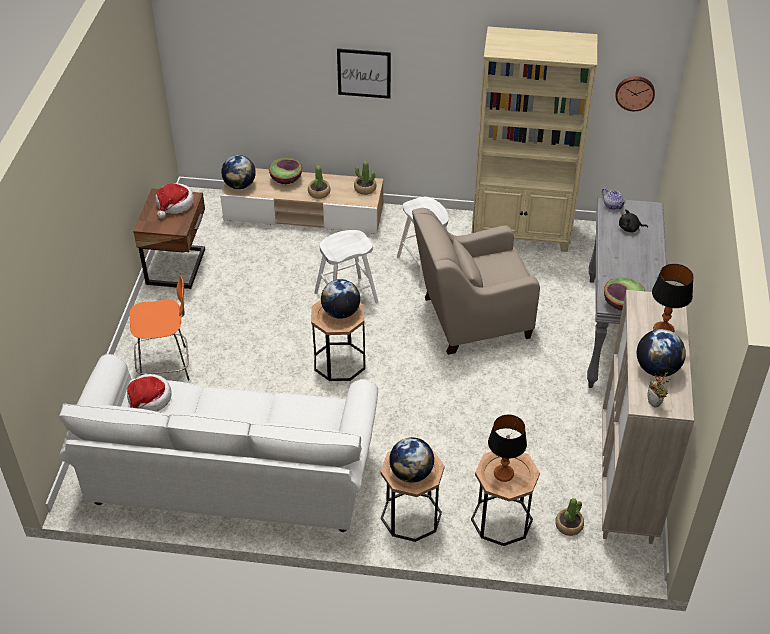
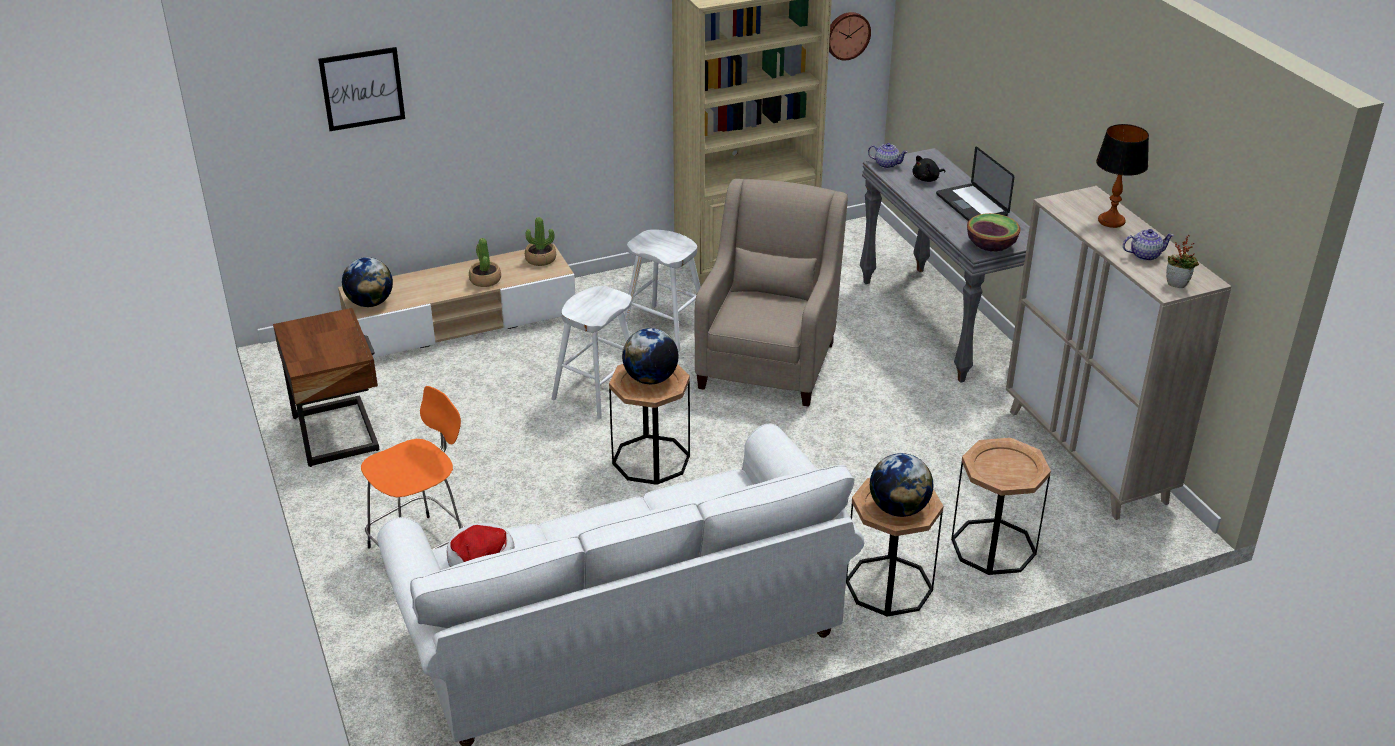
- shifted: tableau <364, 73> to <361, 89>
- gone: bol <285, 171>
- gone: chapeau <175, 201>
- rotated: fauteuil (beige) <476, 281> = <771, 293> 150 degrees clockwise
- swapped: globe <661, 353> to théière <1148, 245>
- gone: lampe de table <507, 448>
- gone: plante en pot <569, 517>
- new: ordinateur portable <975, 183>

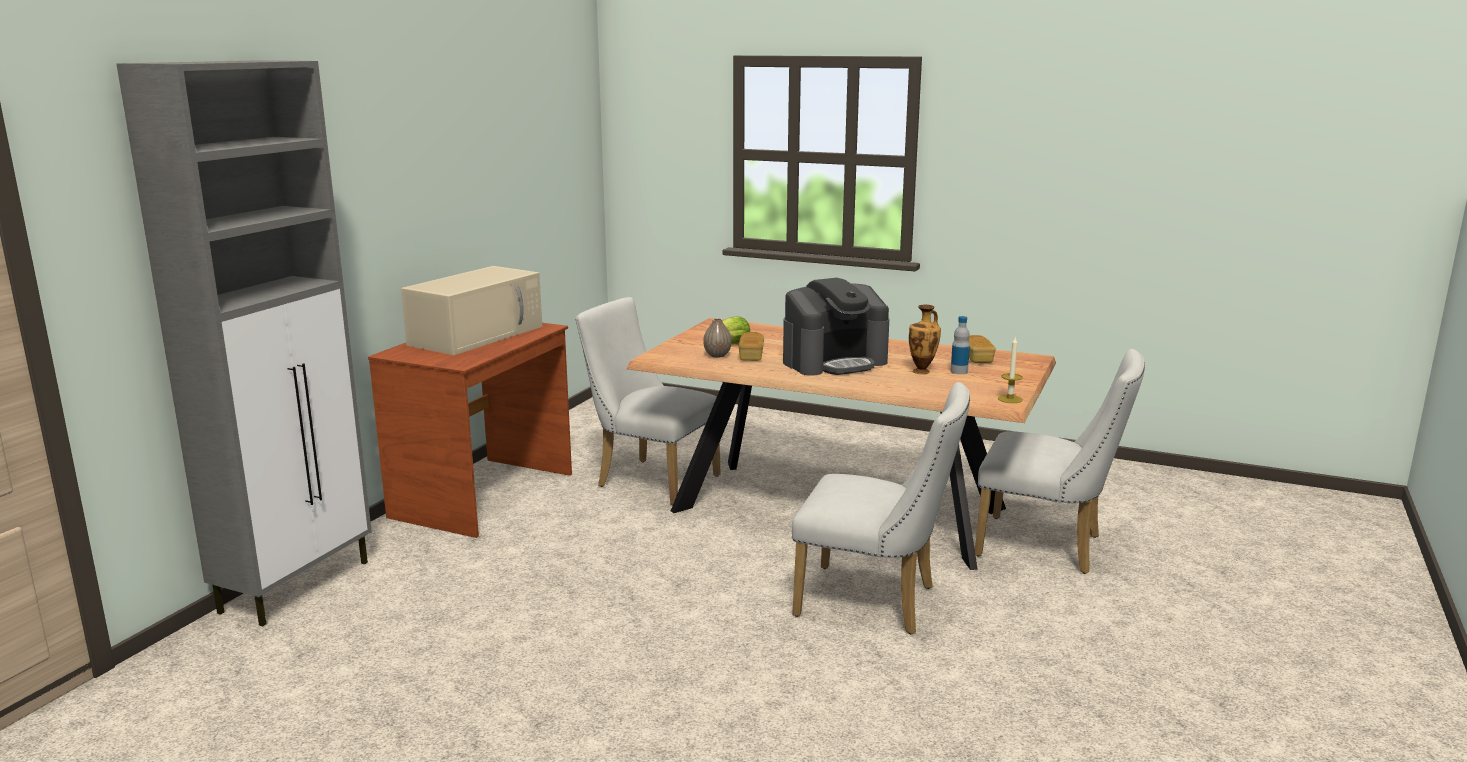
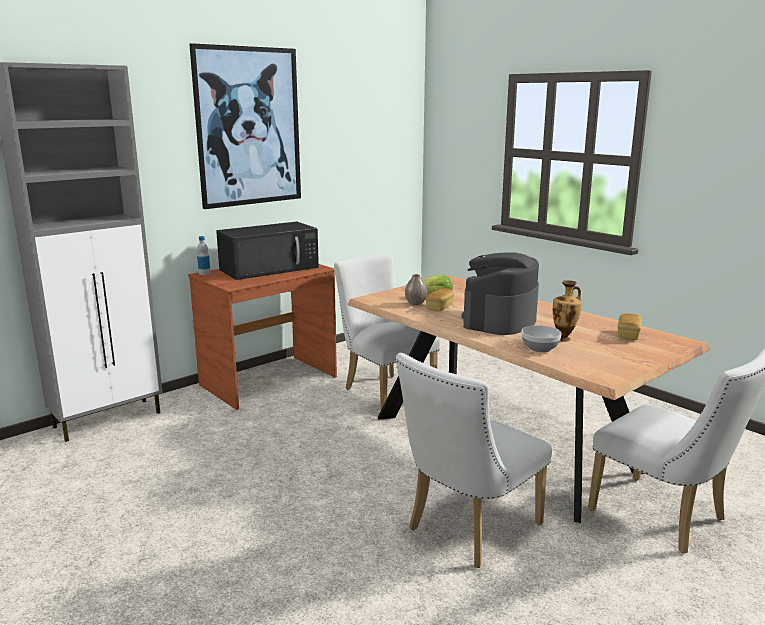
- repainted: micro-ondes (beige) <471, 310> to micro-ondes (noir) <267, 251>
- rotated: machine à café <836, 327> = <500, 293> 120 degrees clockwise
- shifted: bouteille <960, 345> to <203, 255>
- gone: bougie <1010, 369>
- rotated: chaise (blanc) <881, 508> = <473, 460> 90 degrees clockwise
- new: tableau <245, 126>
- new: bol <542, 338>

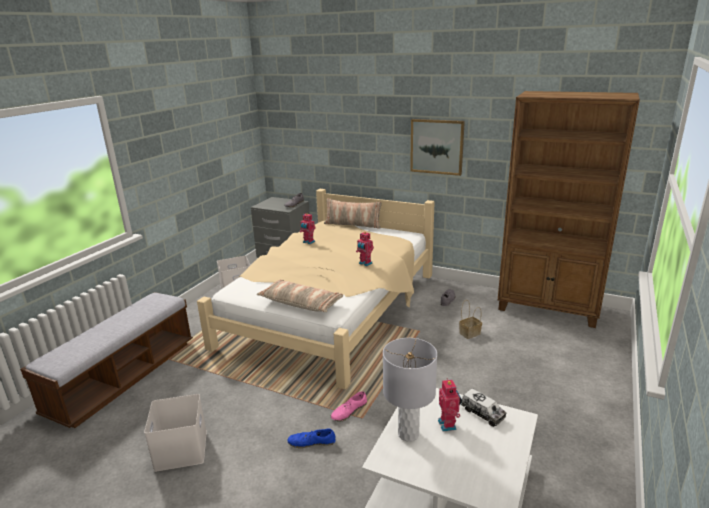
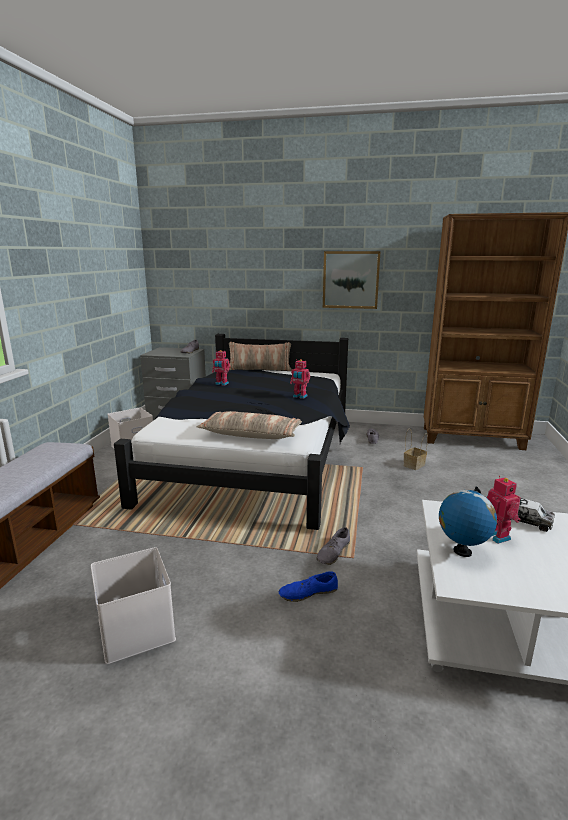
- repainted: lit (beige) <316, 289> to lit (noir) <232, 432>
- swapped: lampe de table (gris) <410, 390> to globe <468, 521>
- repainted: chaussure (rose) <349, 406> to chaussure (gris) <333, 546>

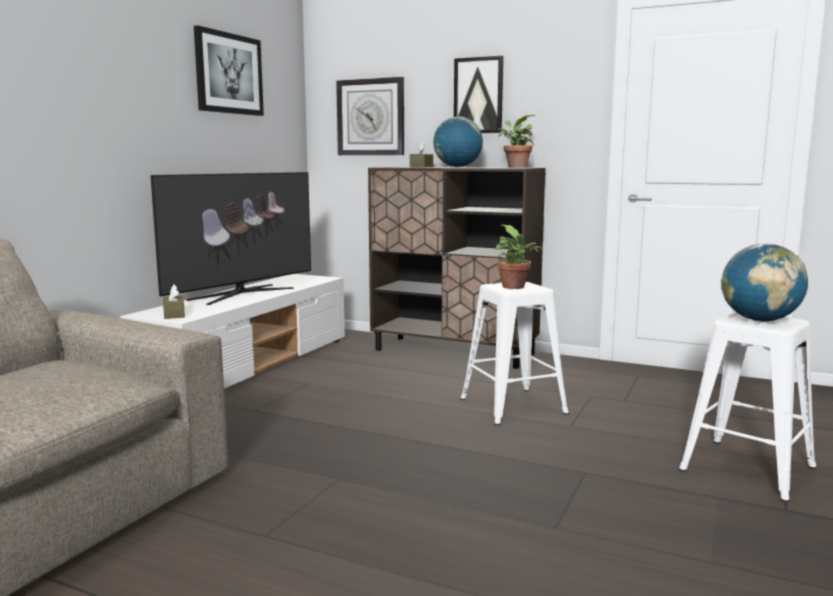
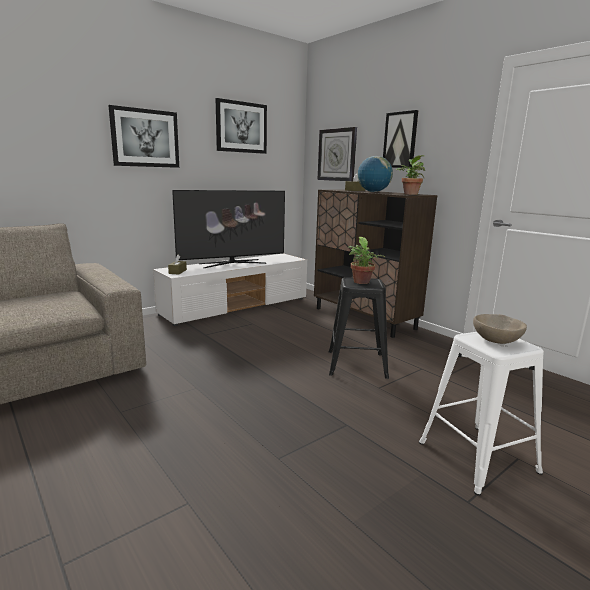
- swapped: globe <764, 283> to bol (beige) <500, 329>
- repainted: tabouret (blanc) <514, 353> to tabouret (noir) <359, 328>
- new: tableau <143, 136>

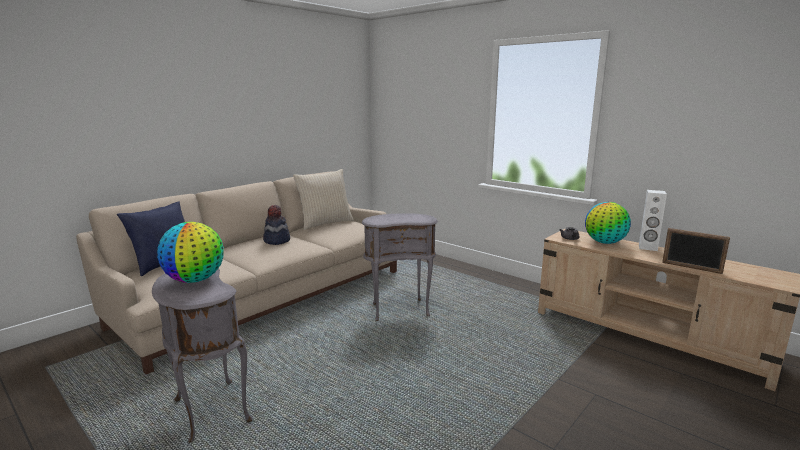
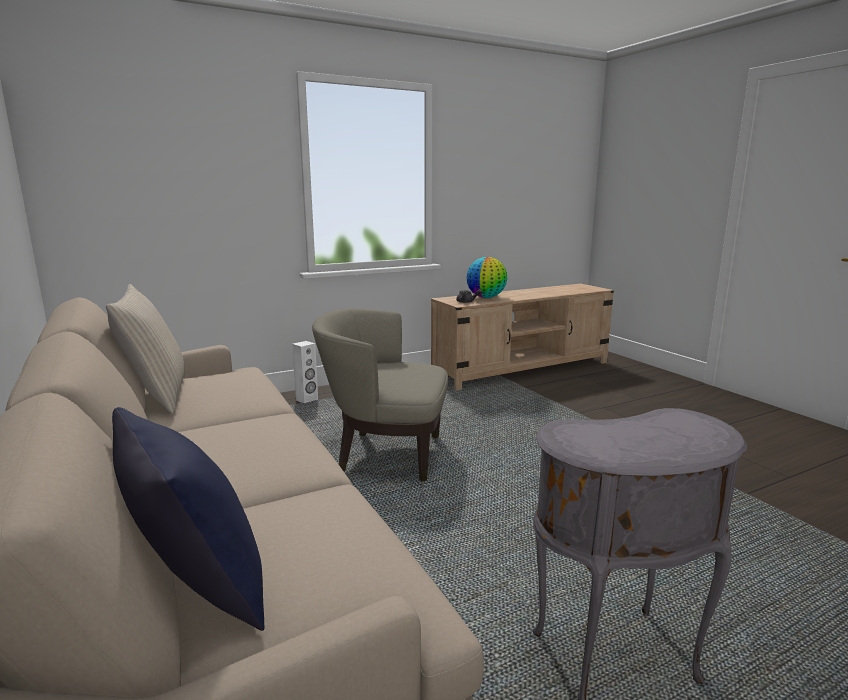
- shifted: enceinte (blanc) <653, 220> to <305, 372>
- gone: chapeau <276, 225>
- swapped: table d'appoint (gris) <400, 267> to fauteuil (beige) <380, 395>
- gone: globe <190, 252>
- gone: cadre photo <696, 251>

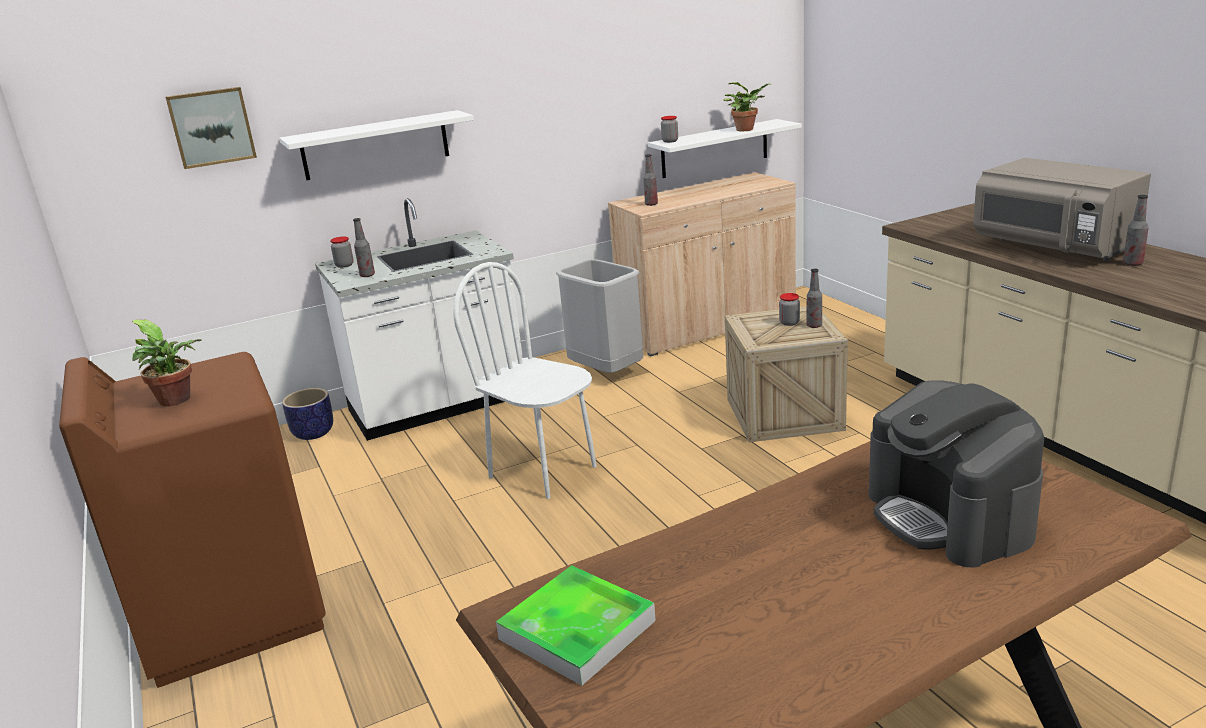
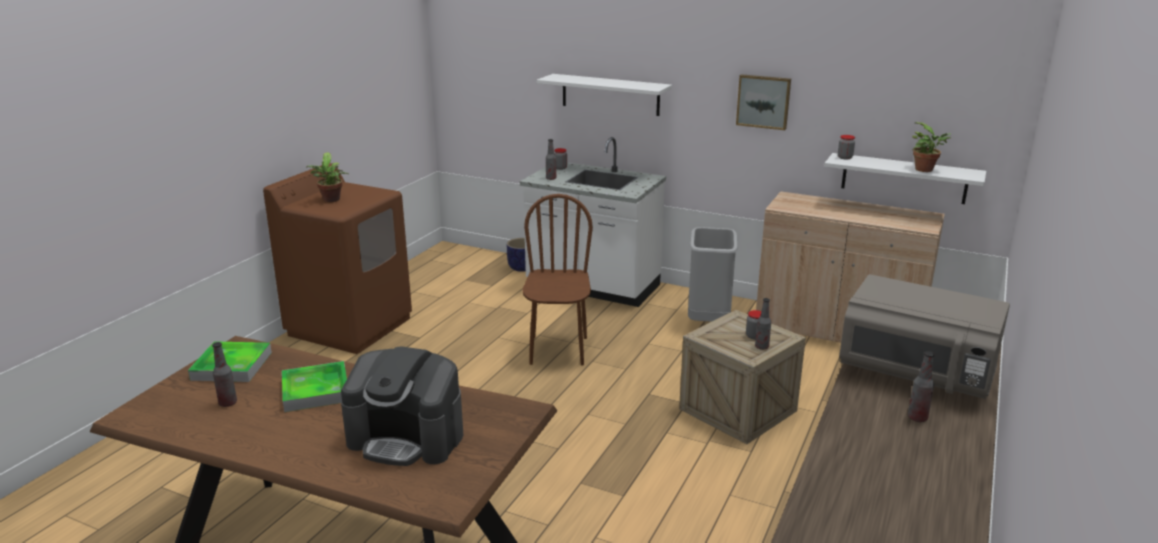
- shifted: tableau <211, 128> to <763, 102>
- shifted: bouteille <650, 180> to <224, 374>
- rotated: micro-ondes (gris) <1062, 209> = <924, 336> 75 degrees counterclockwise
- repainted: chaise (blanc) <525, 380> to chaise (marron) <557, 280>
- rotated: machine à café <956, 474> = <402, 406> 105 degrees counterclockwise
- new: plateau <314, 386>

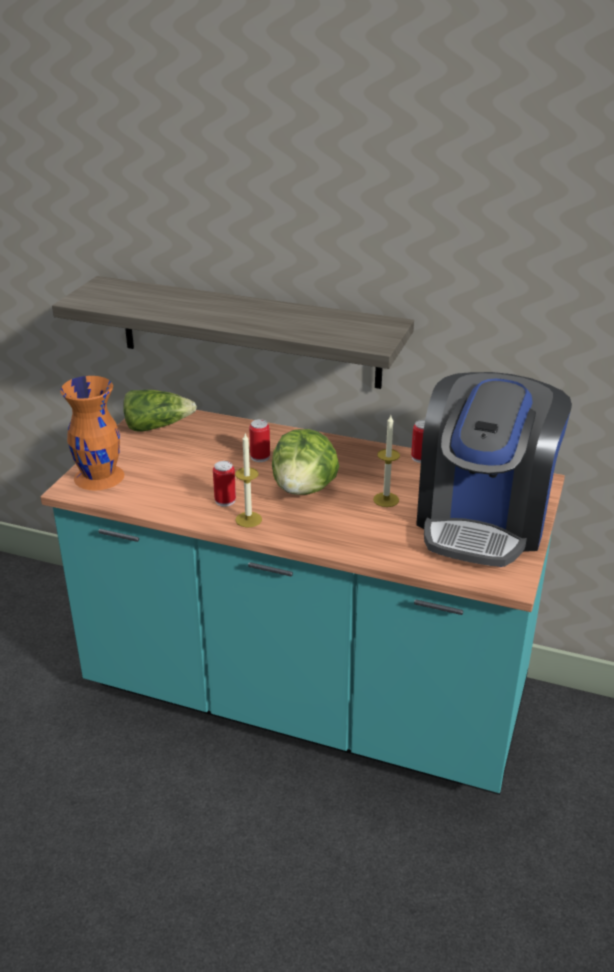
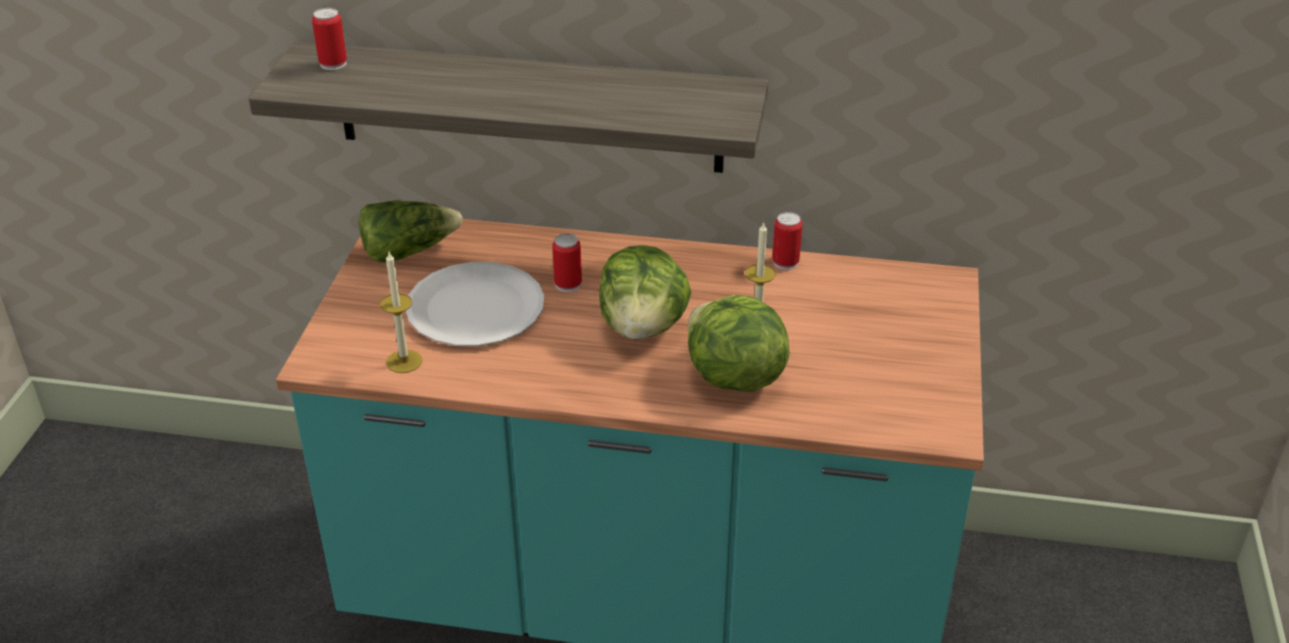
- gone: machine à café <494, 469>
- gone: vase (orange) <92, 433>
- shifted: bougie <248, 480> to <401, 312>
- shifted: boîte métallique <224, 484> to <329, 39>
- new: assiette (blanc) <475, 304>
- new: laitue <739, 343>

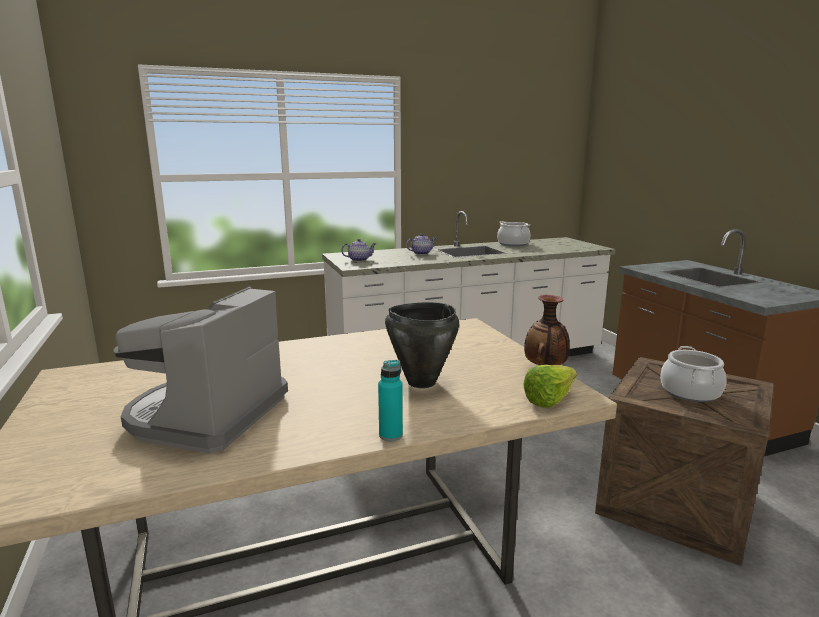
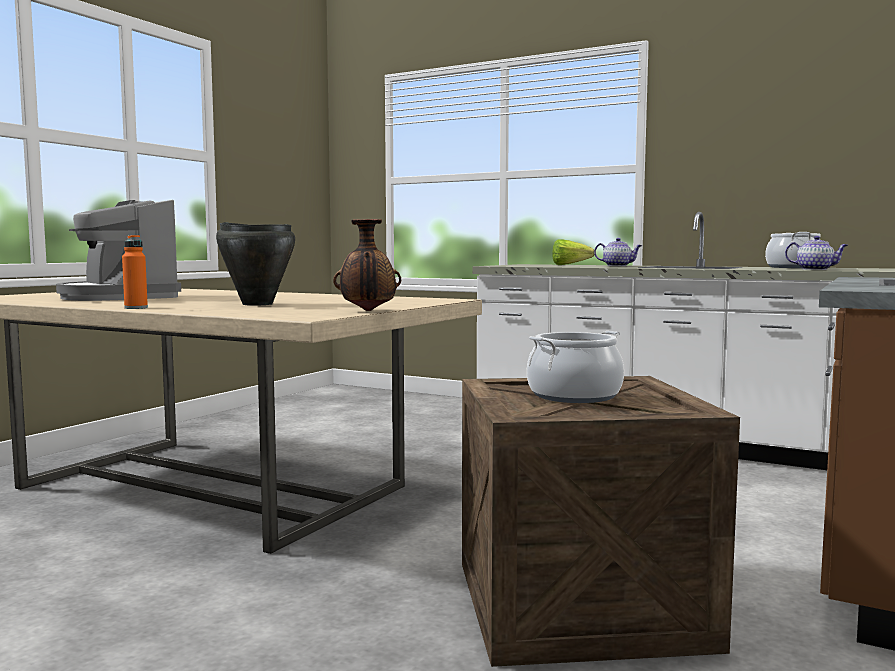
- shifted: théière <358, 250> to <816, 253>
- rotated: machine à café <201, 370> = <118, 250> 105 degrees counterclockwise
- repainted: bouteille (turquoise) <390, 400> to bouteille (orange) <135, 272>
- shifted: laitue <550, 386> to <573, 252>

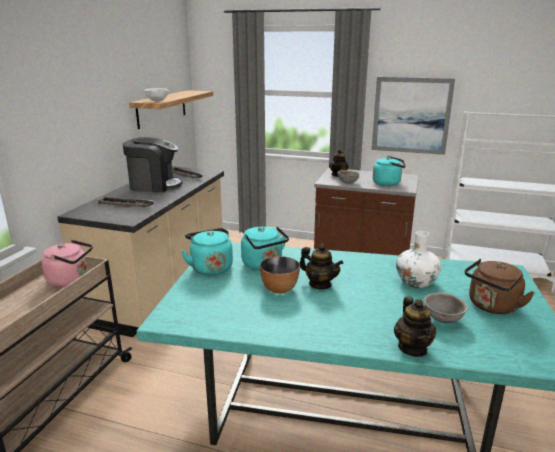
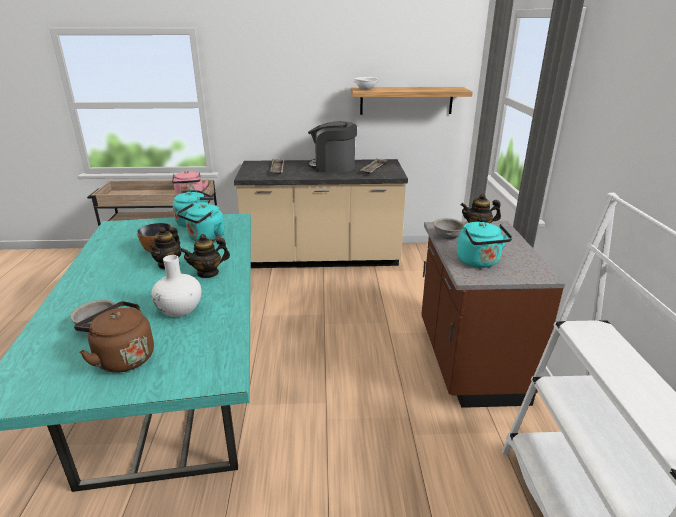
- gone: tableau <413, 116>
- rotated: machine à café <153, 164> = <332, 147> 120 degrees clockwise
- shifted: théière <415, 327> to <205, 256>

